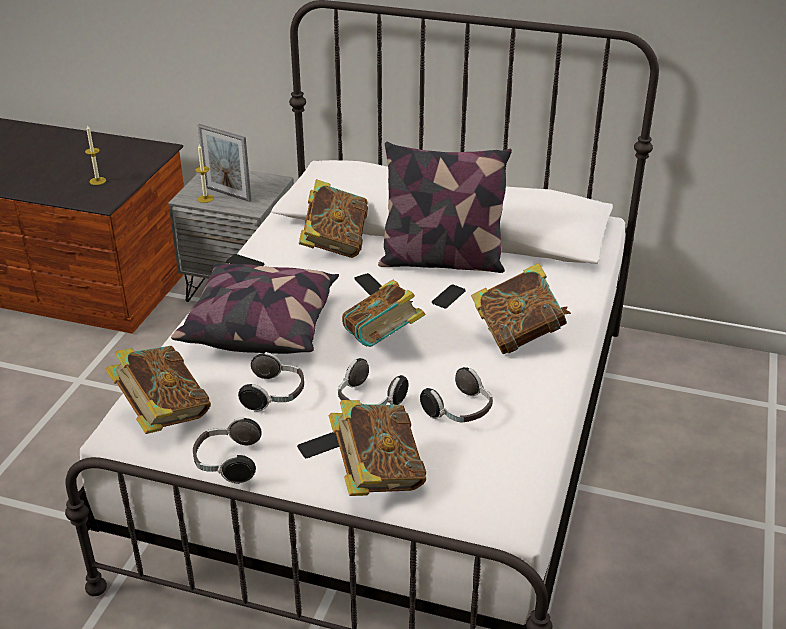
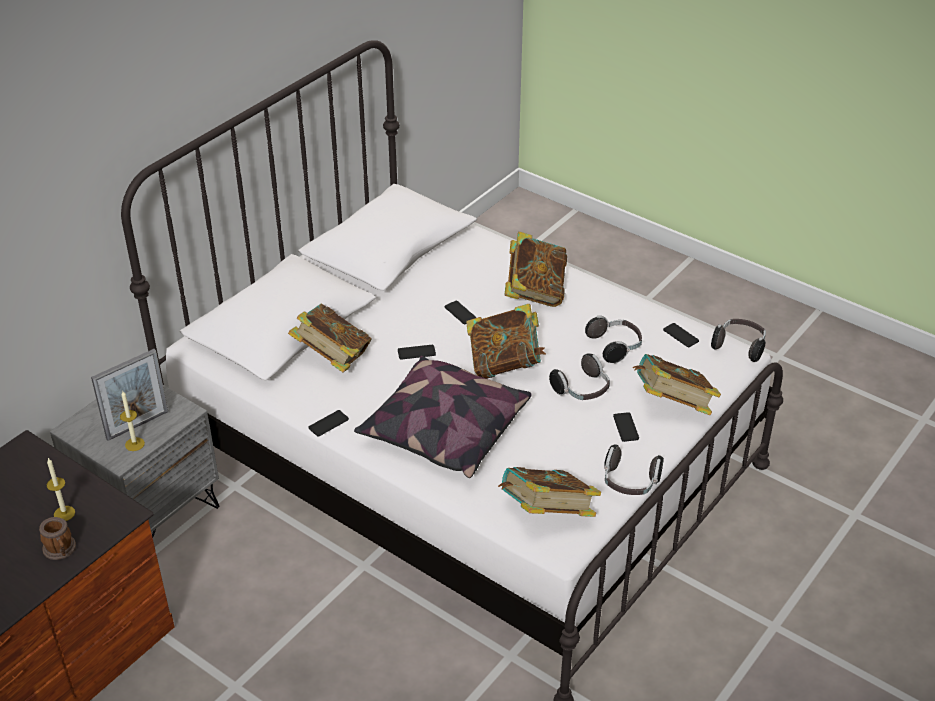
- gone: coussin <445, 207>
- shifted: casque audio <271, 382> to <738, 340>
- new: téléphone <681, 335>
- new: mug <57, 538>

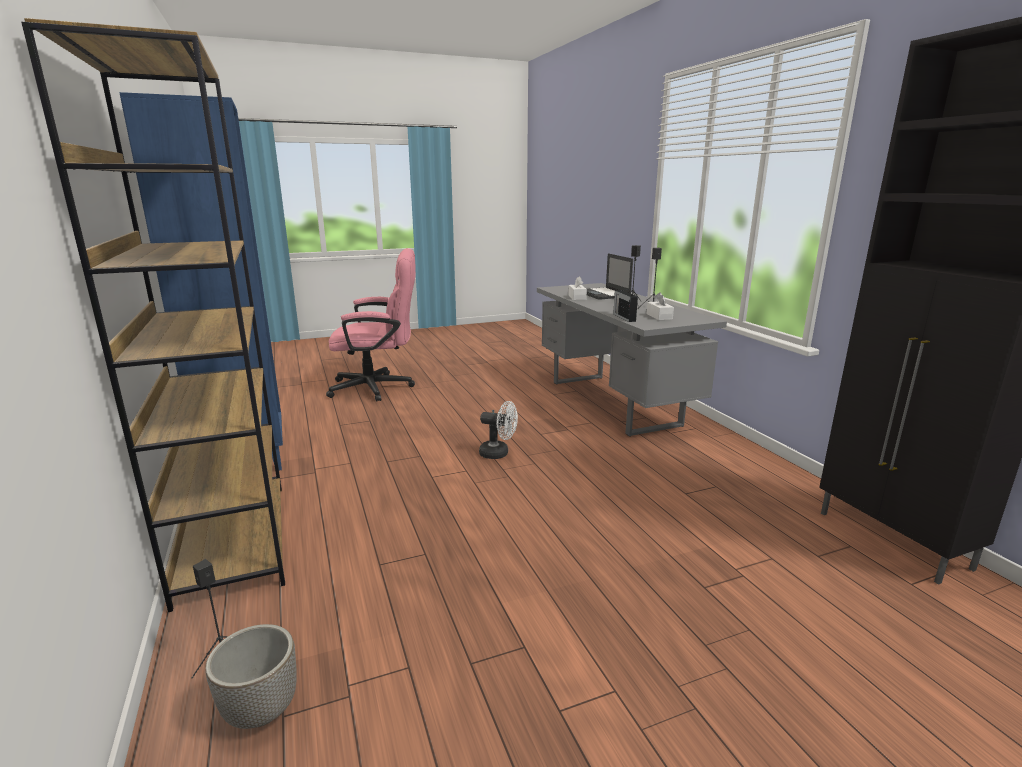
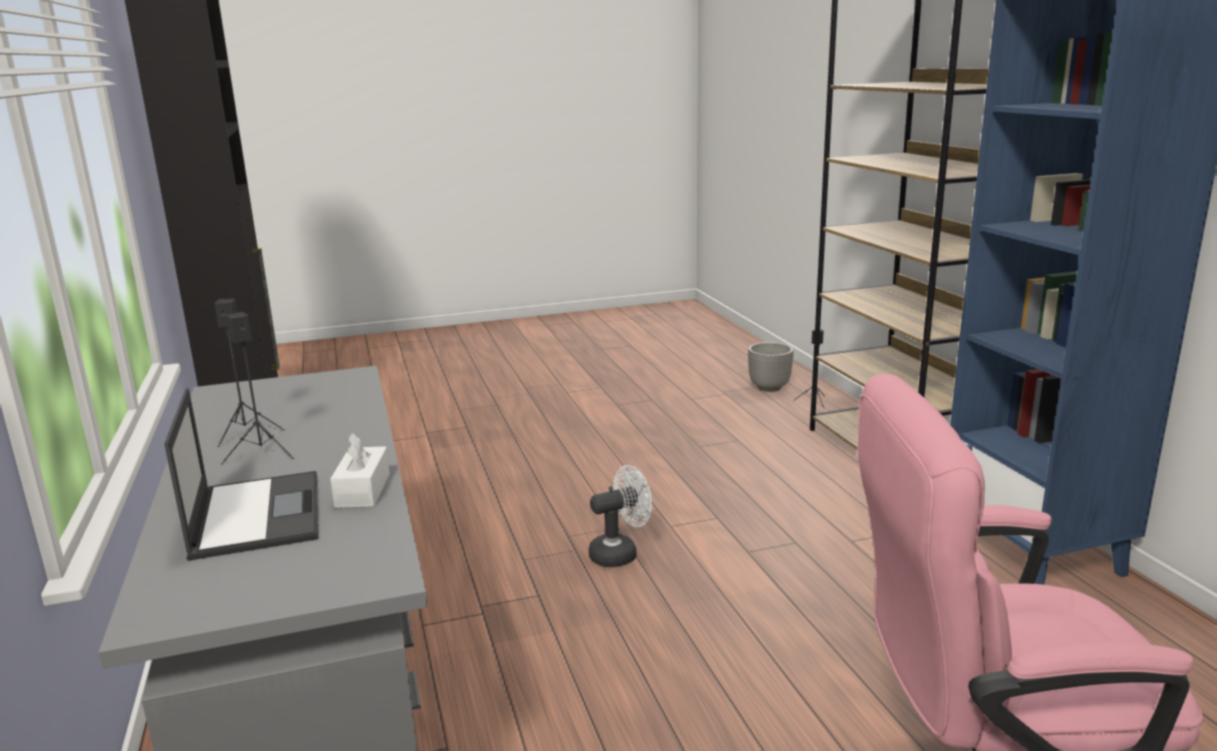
- gone: radio <625, 305>
- gone: boîte à mouchoirs (blanc) <660, 306>
- rotated: ventilateur (blanc) <498, 430> = <620, 516> 135 degrees clockwise

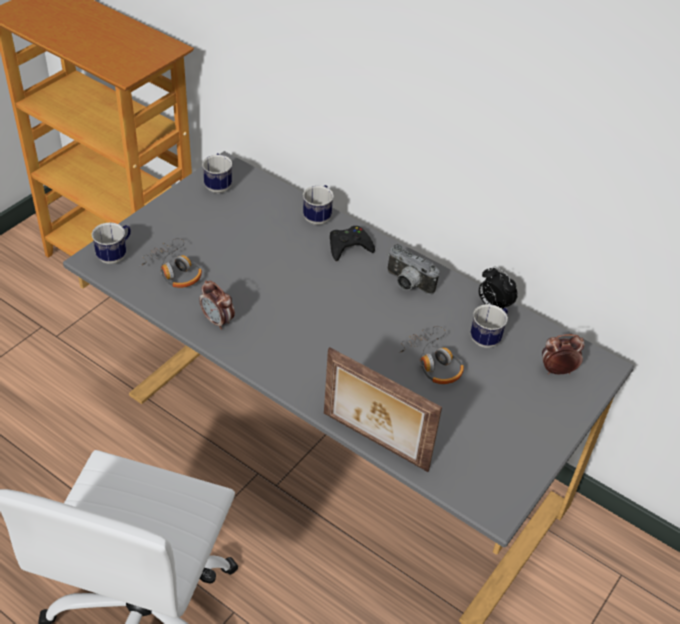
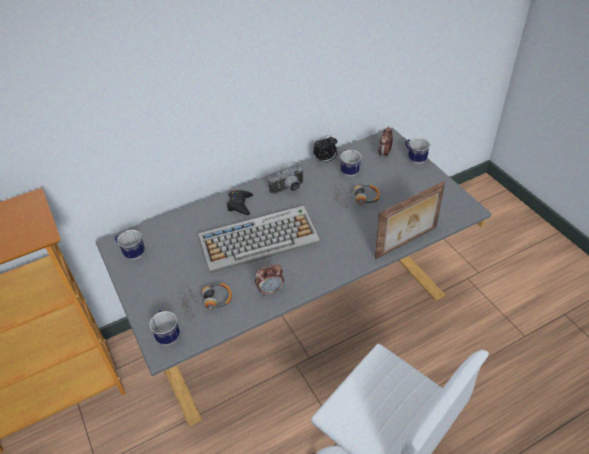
- shifted: mug <318, 205> to <417, 151>
- new: clavier <259, 239>

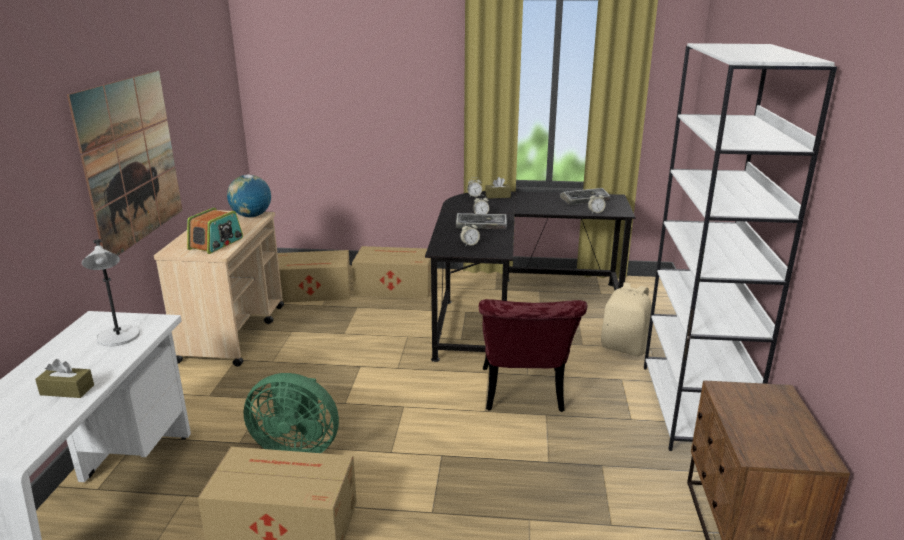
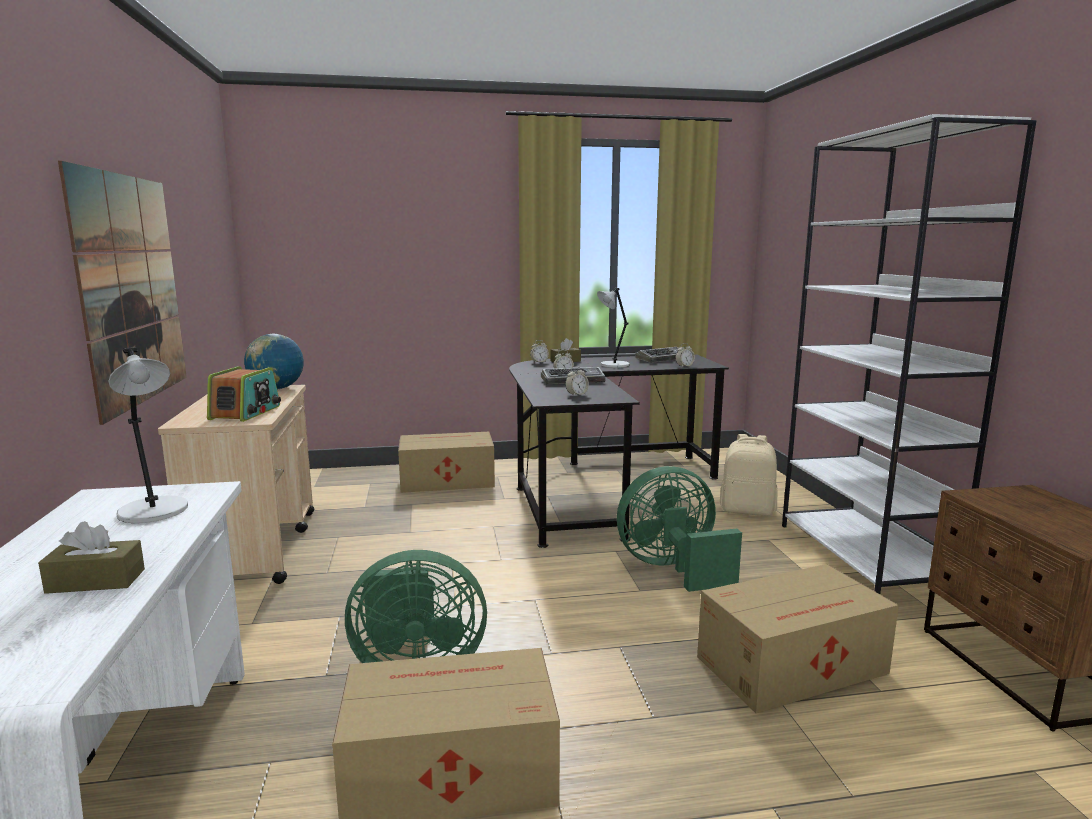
- shifted: carton <314, 276> to <798, 638>
- swapped: chaise (rouge) <533, 355> to ventilateur (vert) <679, 529>
- new: lampe de table (gris) <613, 328>

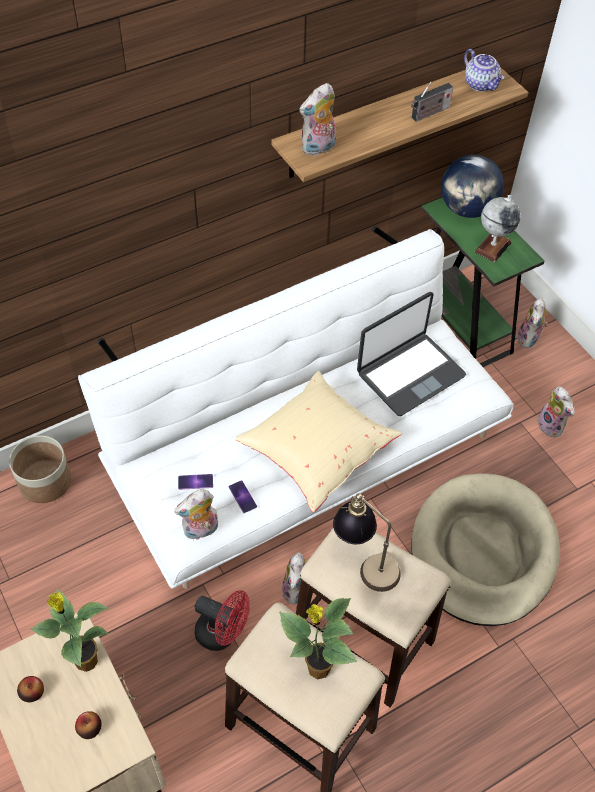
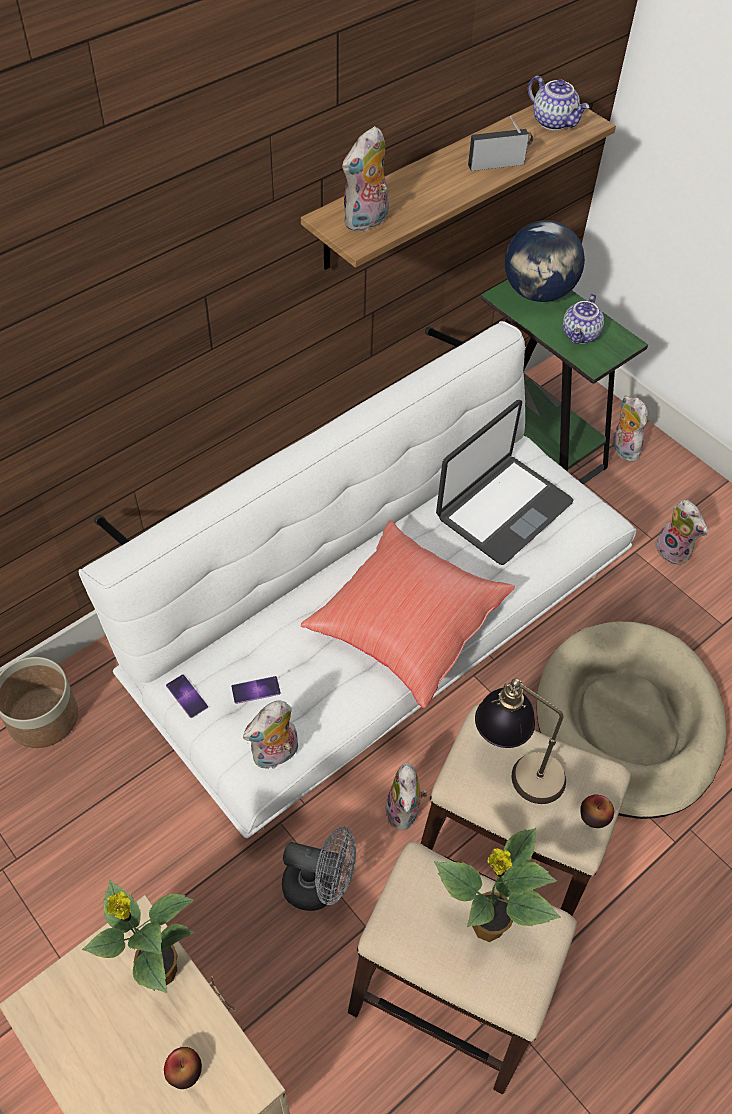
- rotated: radio <432, 102> = <500, 143> 150 degrees counterclockwise
- swapped: globe <498, 228> to théière <583, 318>
- rotated: peluche <532, 323> = <630, 429> 150 degrees clockwise
- repainted: coussin (beige) <318, 441> to coussin (rouge) <408, 614>
- shifted: téléphone <242, 496> to <187, 696>
- repainted: ventilateur (rouge) <222, 620> to ventilateur (gris) <319, 869>
- shifted: pomme <30, 689> to <597, 811>

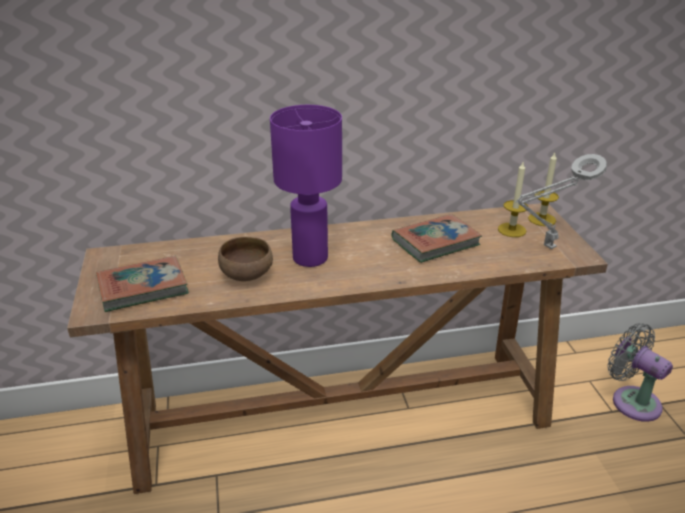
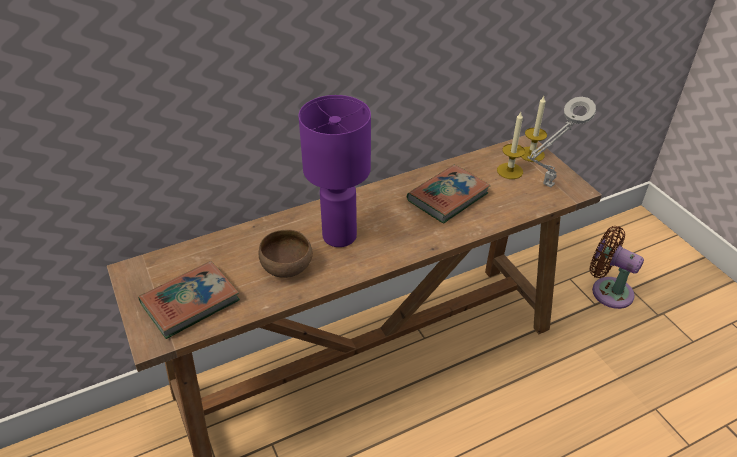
- repainted: ventilateur (gris) <640, 372> to ventilateur (marron) <617, 267>

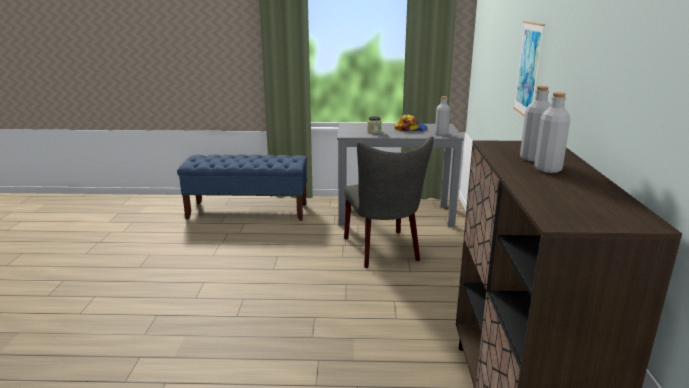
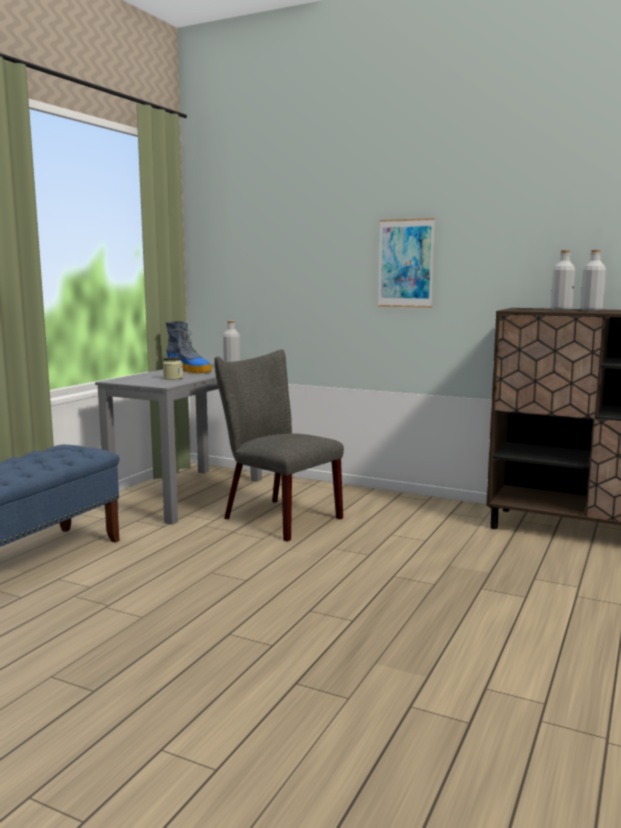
- swapped: casquette <410, 123> to botte <188, 347>
- rotated: chaise (gris) <389, 202> = <279, 445> 150 degrees counterclockwise

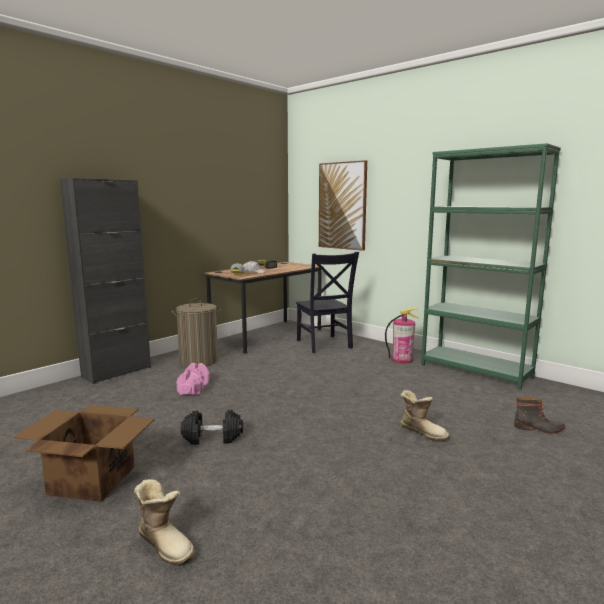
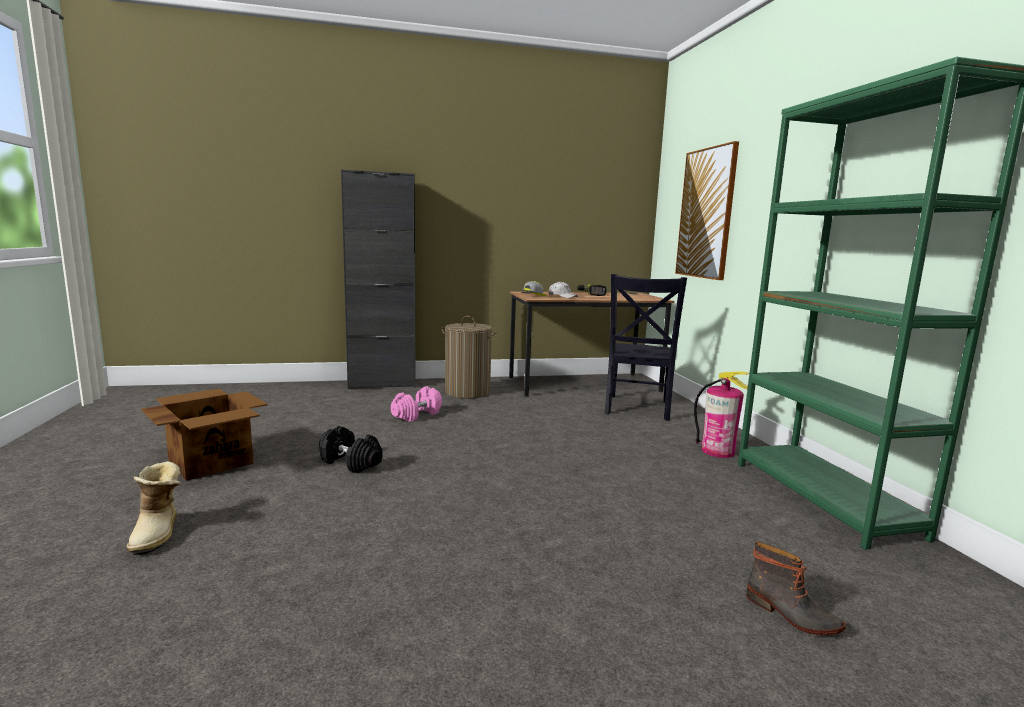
- gone: botte <424, 416>

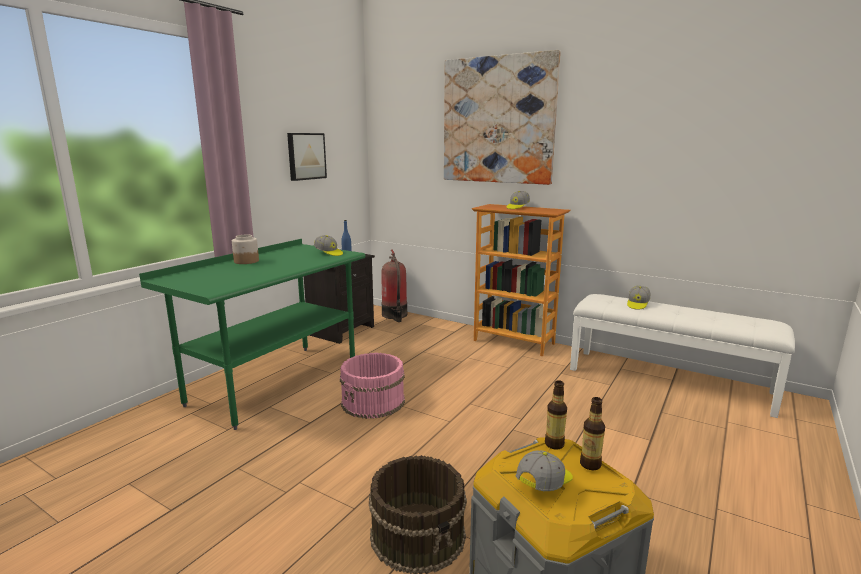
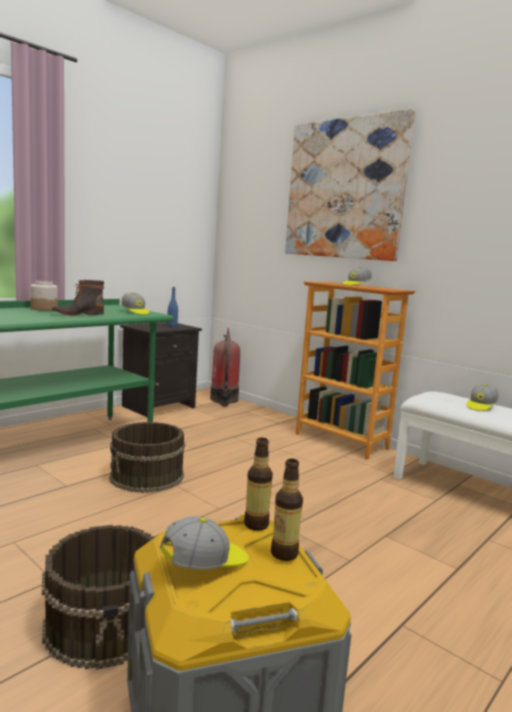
- gone: tableau <307, 157>
- repainted: seau (rose) <372, 386> to seau (marron) <147, 457>
- new: botte <78, 298>

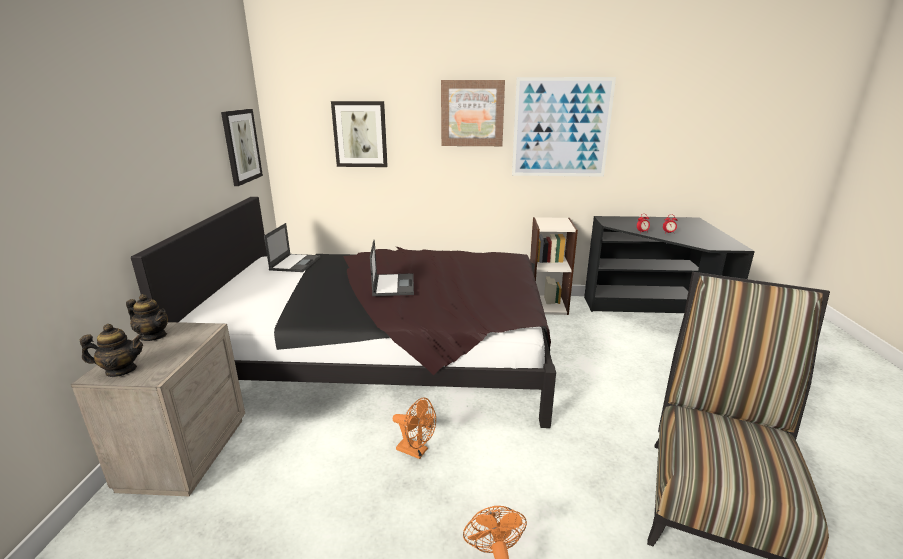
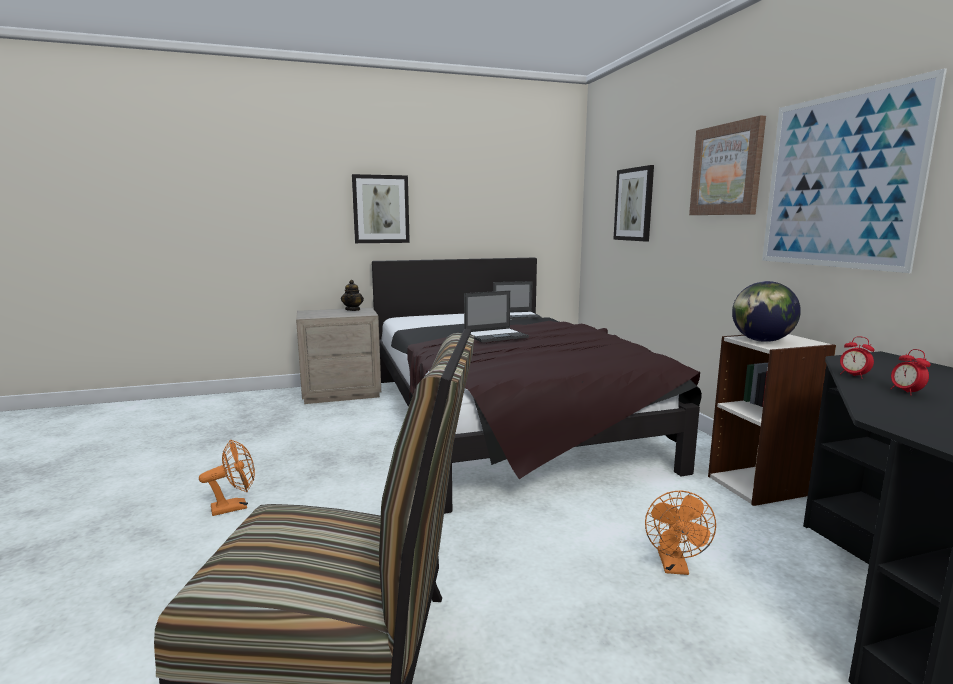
- shifted: tableau <242, 147> to <381, 208>
- gone: théière <112, 350>
- shifted: ventilateur (orange) <414, 428> to <680, 532>
- new: globe <766, 311>

